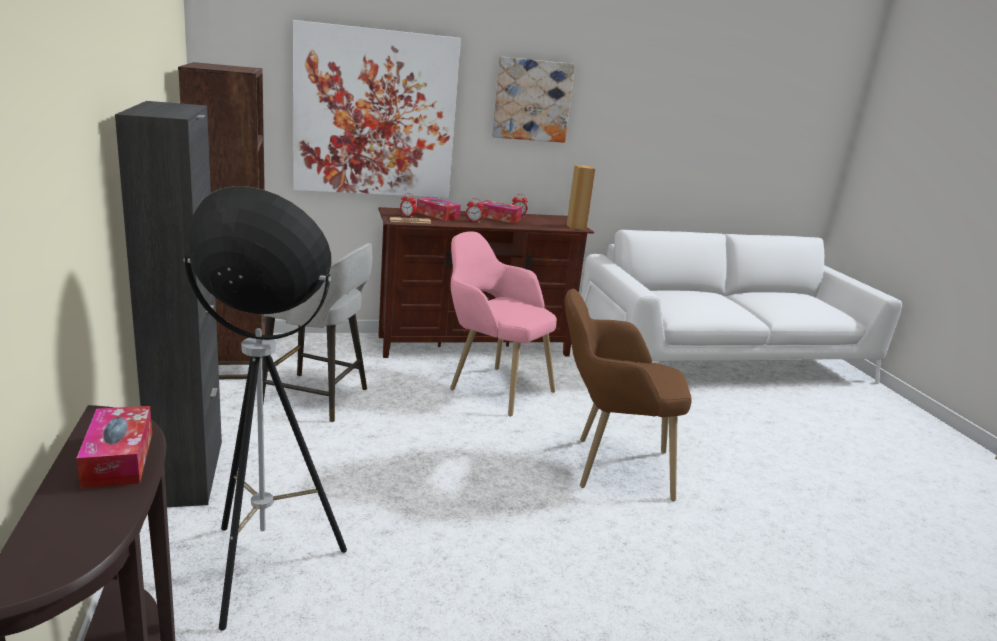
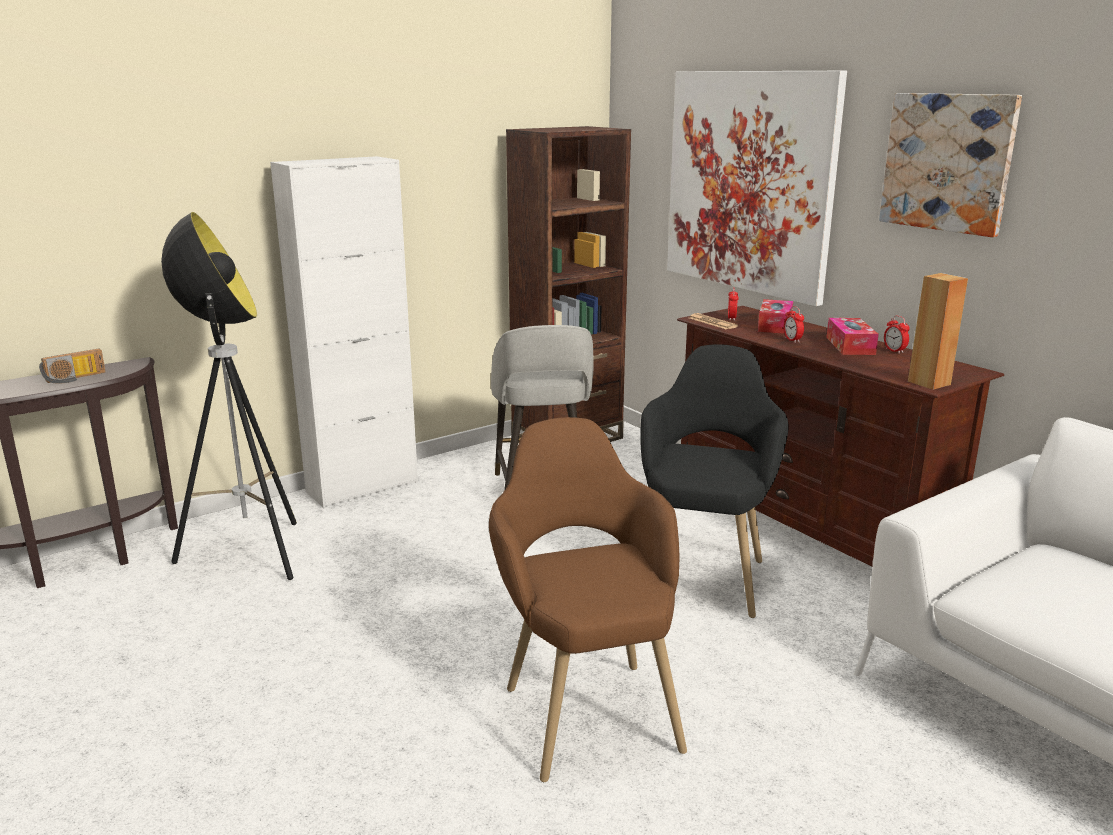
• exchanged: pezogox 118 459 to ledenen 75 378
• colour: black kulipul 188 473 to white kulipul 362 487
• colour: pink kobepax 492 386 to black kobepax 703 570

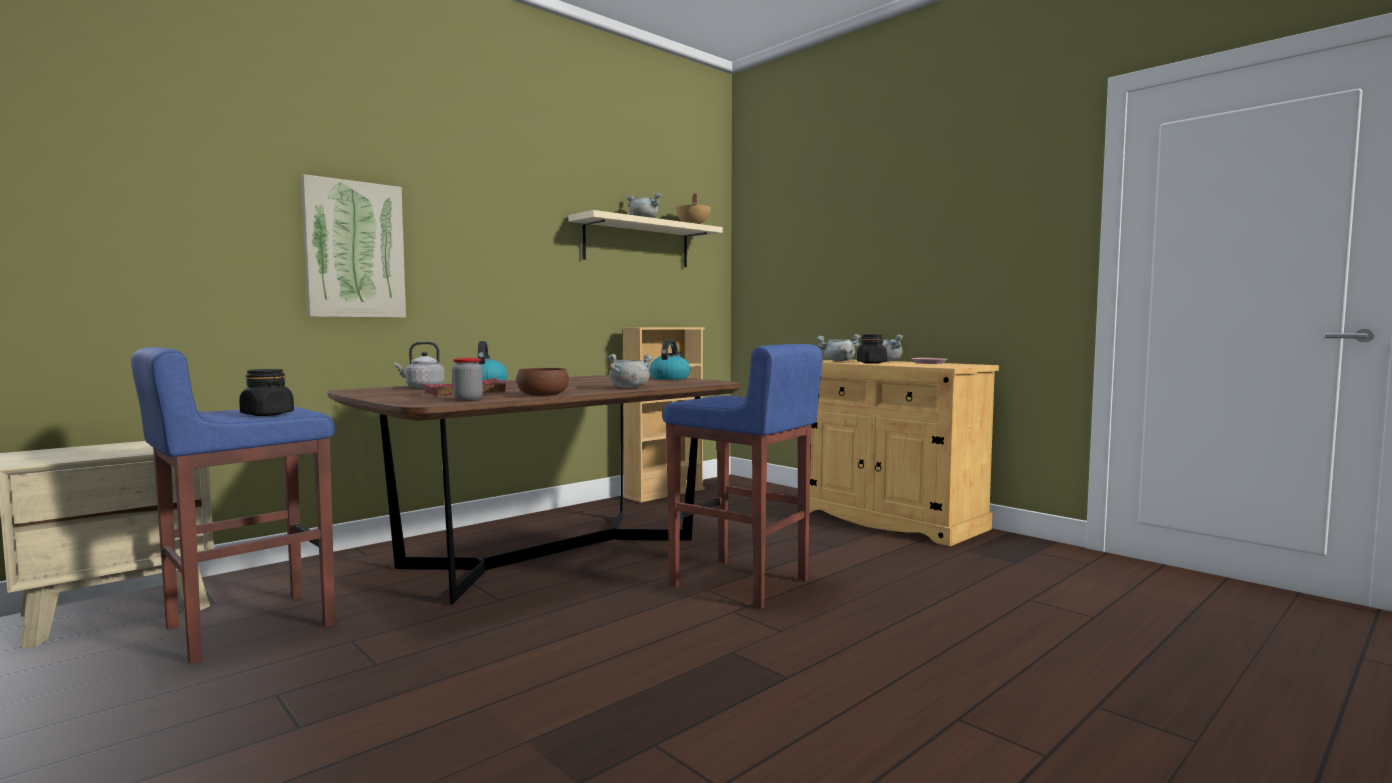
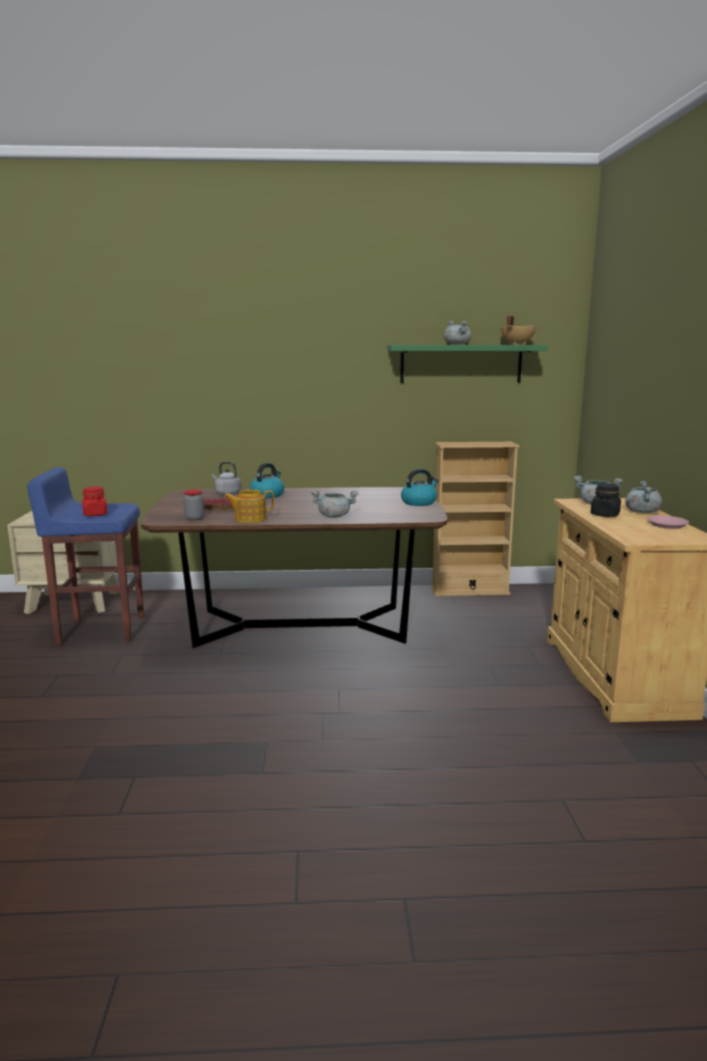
• colour: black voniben 267 414 to red voniben 95 514
• missing: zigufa 354 250
• exchanged: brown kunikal 543 394 to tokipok 250 519
• colour: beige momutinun 637 243 to green momutinun 461 363
• missing: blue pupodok 740 583

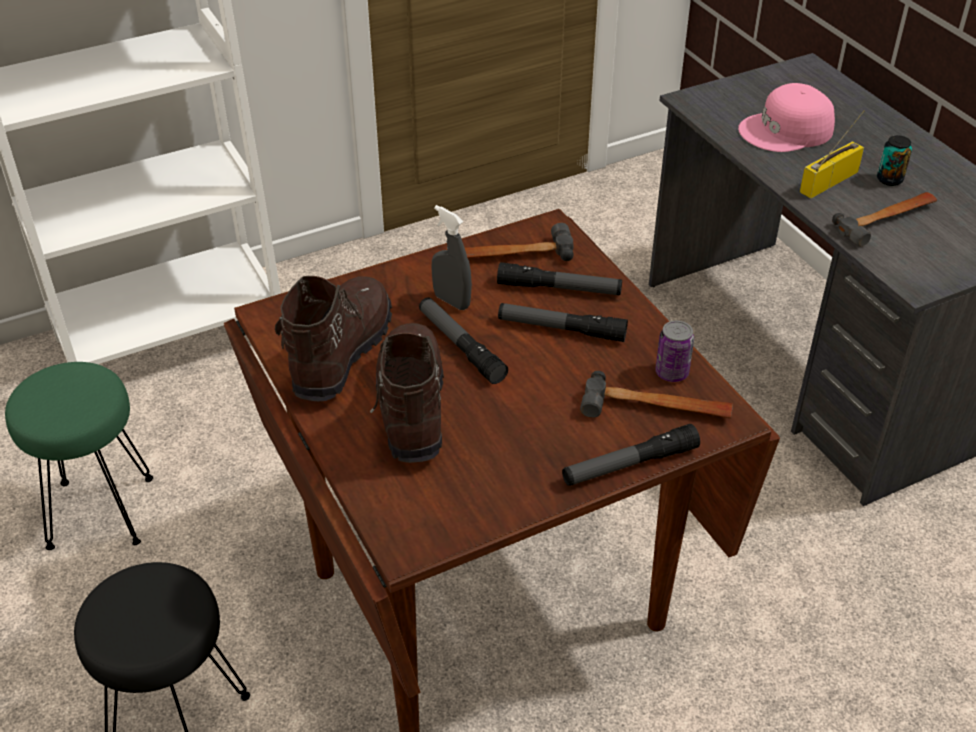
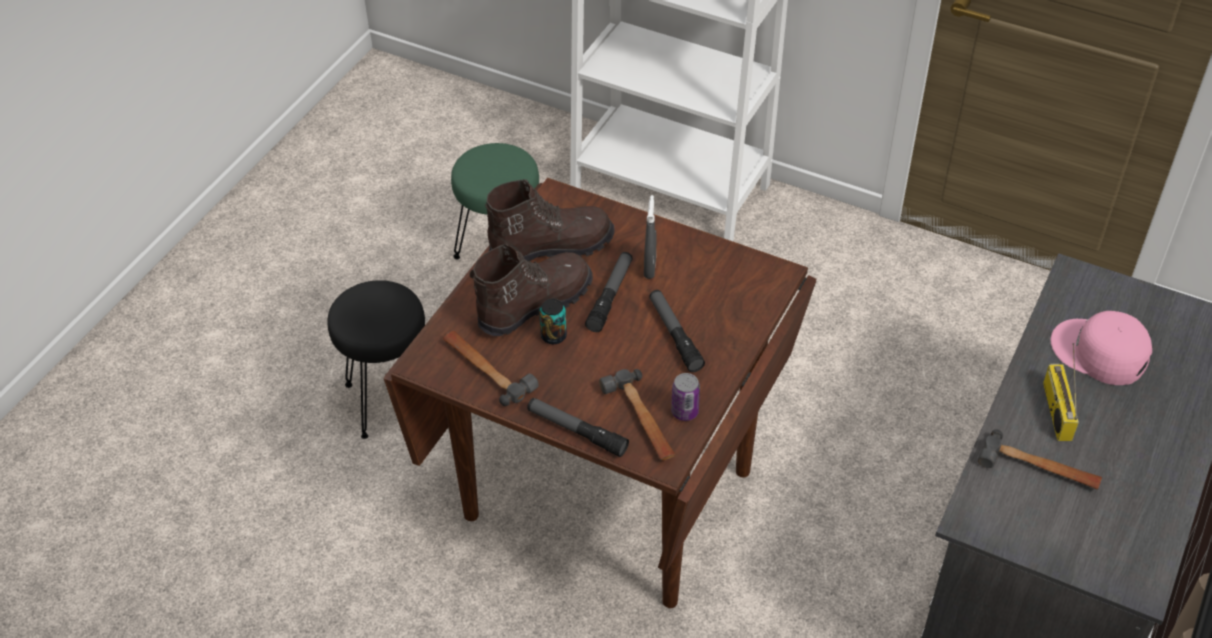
• relocated: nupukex 509 255 to 486 369
• missing: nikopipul 559 288
• spun: ledenen 829 181 = 1055 410 105 degrees counterclockwise
• relocated: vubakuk 889 179 to 553 336

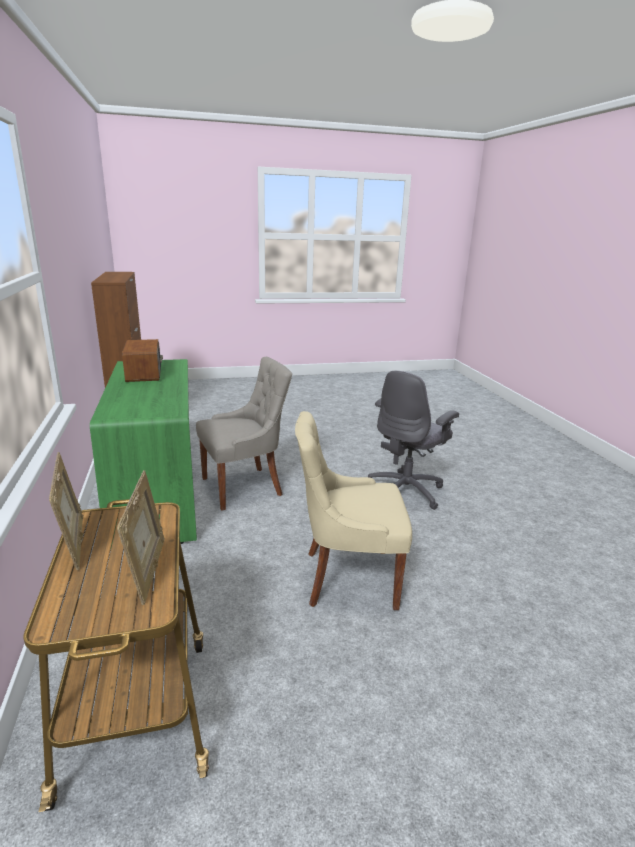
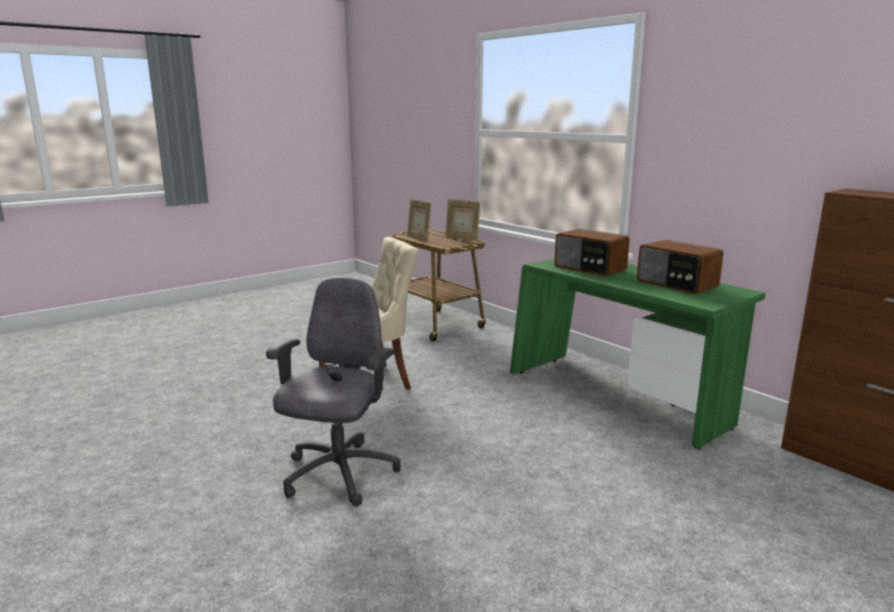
• missing: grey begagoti 244 487
• appeared: ledenen 589 268

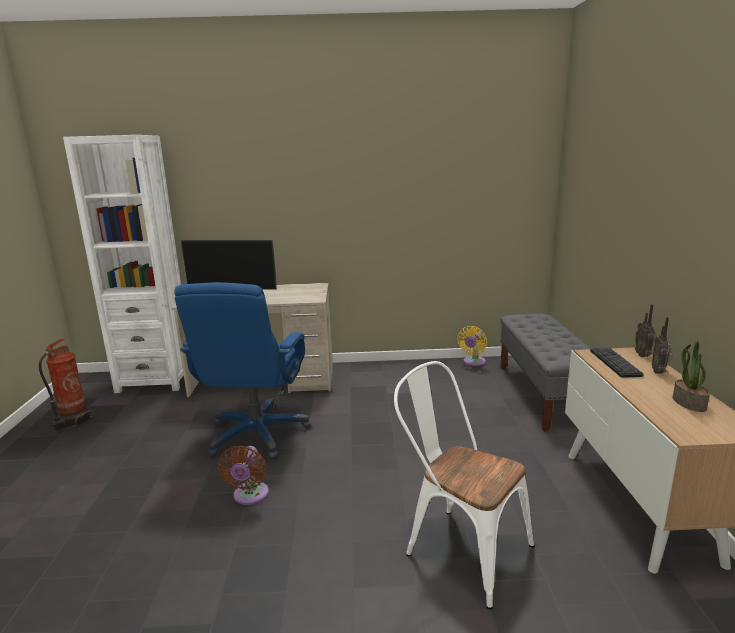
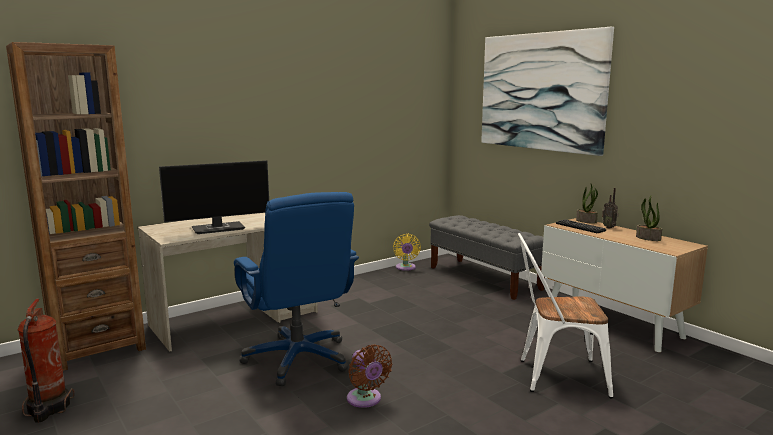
• colour: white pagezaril 155 380 to brown pagezaril 97 347
• exchanged: ledenen 643 355 to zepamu 586 221
• appeared: zigufa 541 91

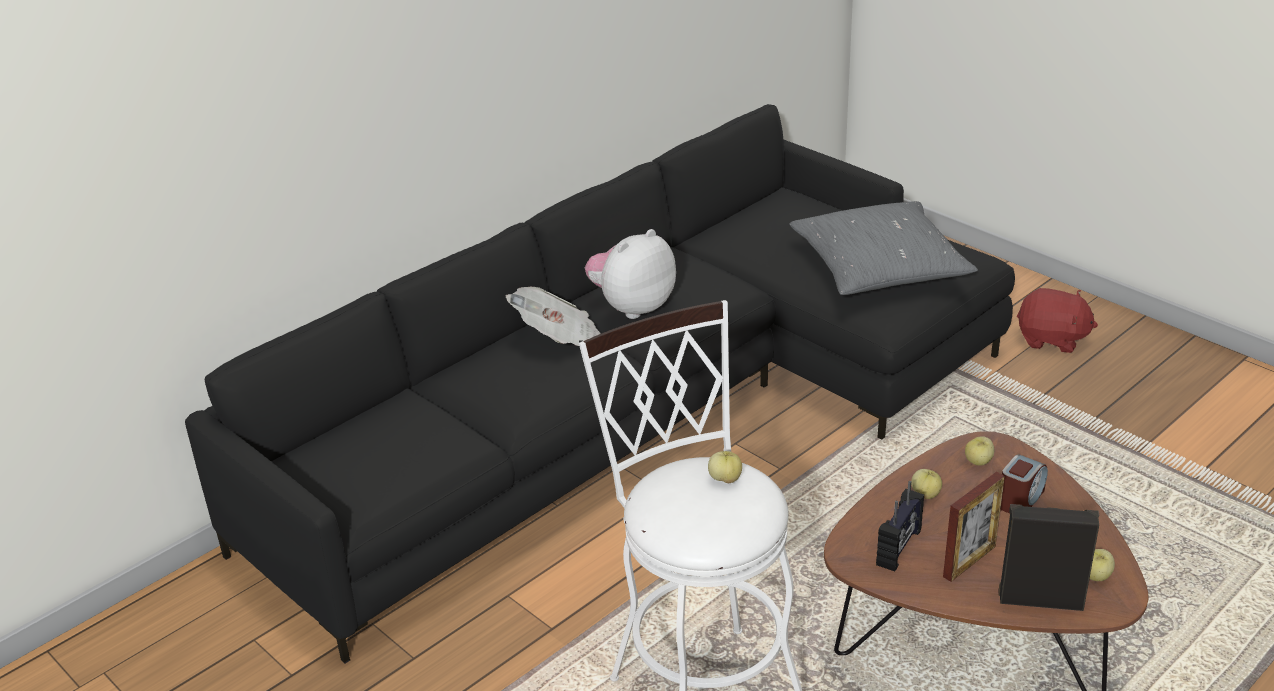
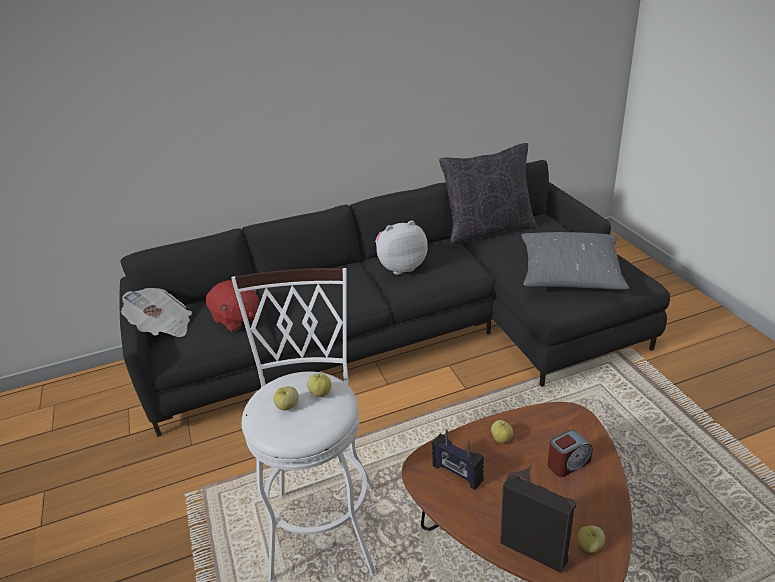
• relocated: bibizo 560 339 to 162 326
• spun: ledenen 899 548 = 457 473 75 degrees clockwise
• missing: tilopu 969 561
• relocated: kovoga 978 462 to 287 406
• relocated: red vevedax 1052 339 to 236 319
• appeared: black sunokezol 488 230

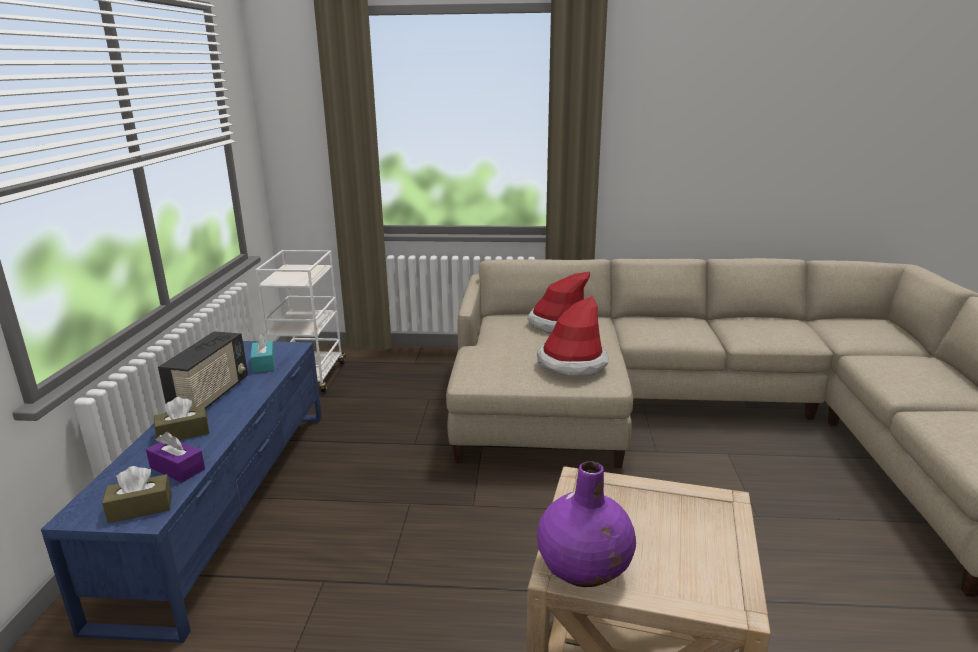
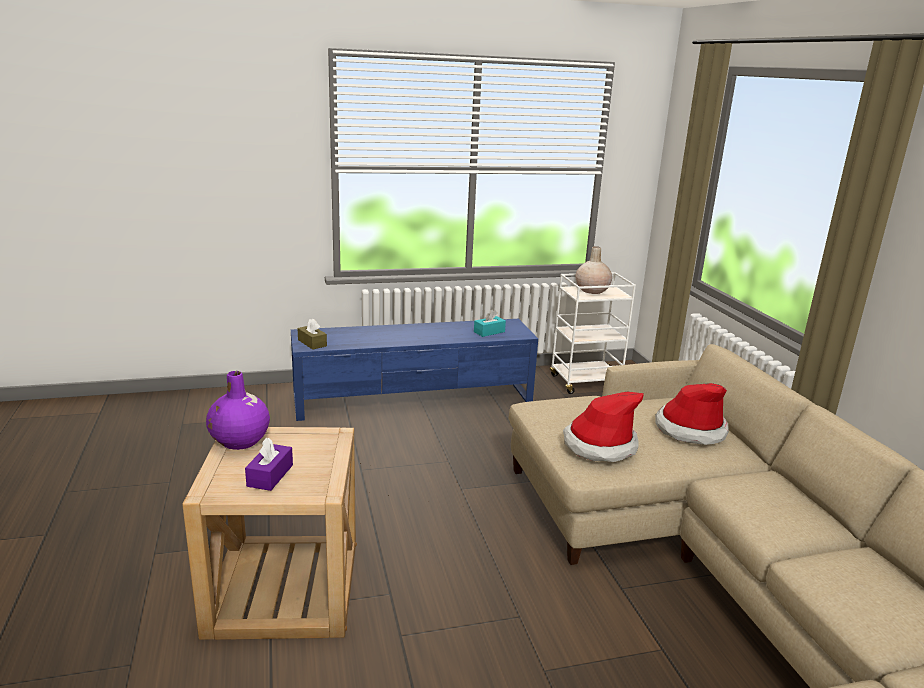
• relocated: purple pezogox 177 468 to 270 475
• missing: brown pezogox 183 433
• missing: ledenen 211 396
• appeared: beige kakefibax 591 290

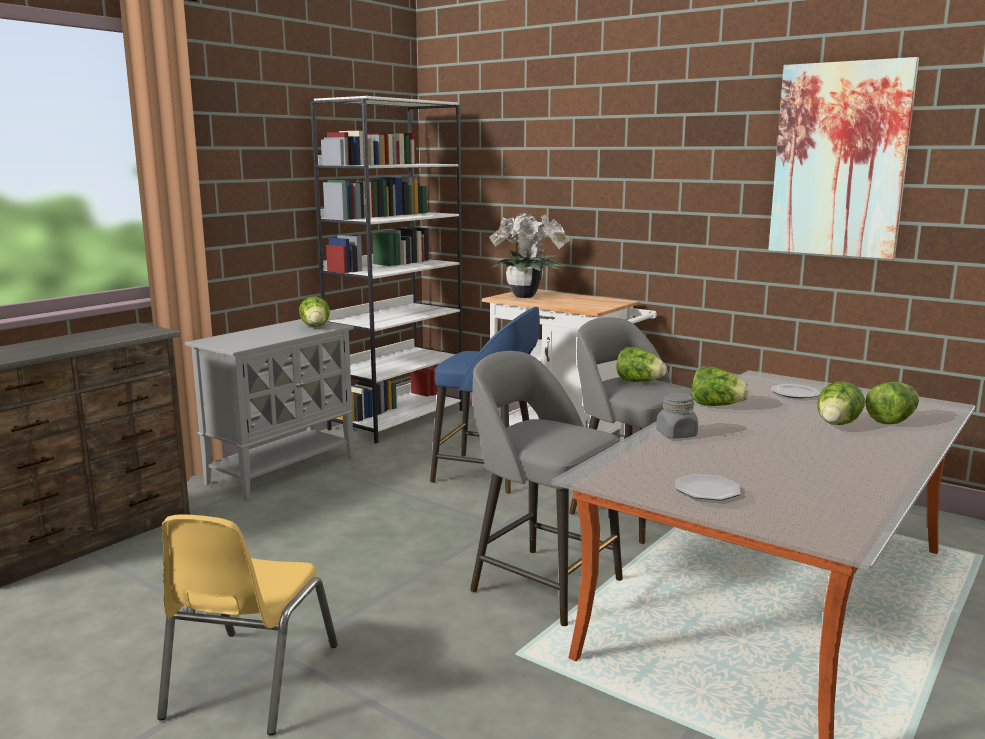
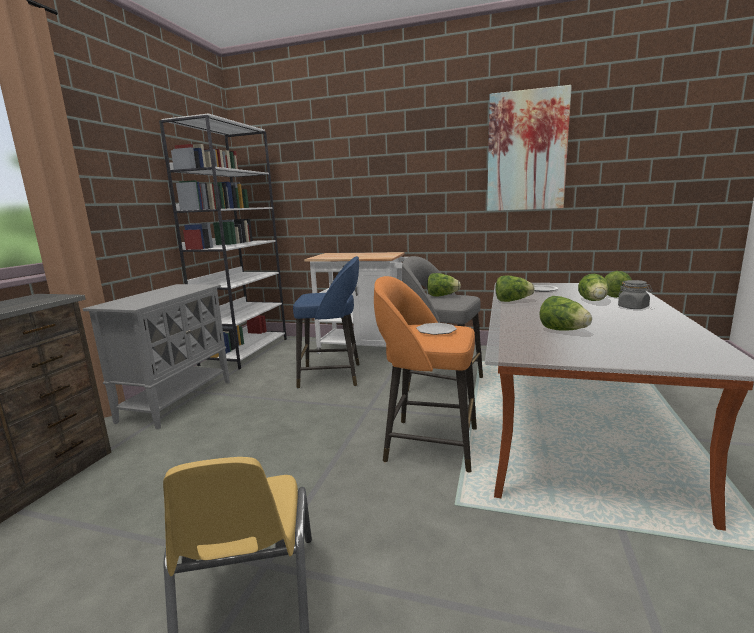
• relocated: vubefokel 316 327 to 563 330
• colour: grey pupodok 542 584 to orange pupodok 428 444
• missing: zepamu 527 296
• relocated: grey voniben 676 434 to 633 307
• relocated: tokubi 707 490 to 436 330

